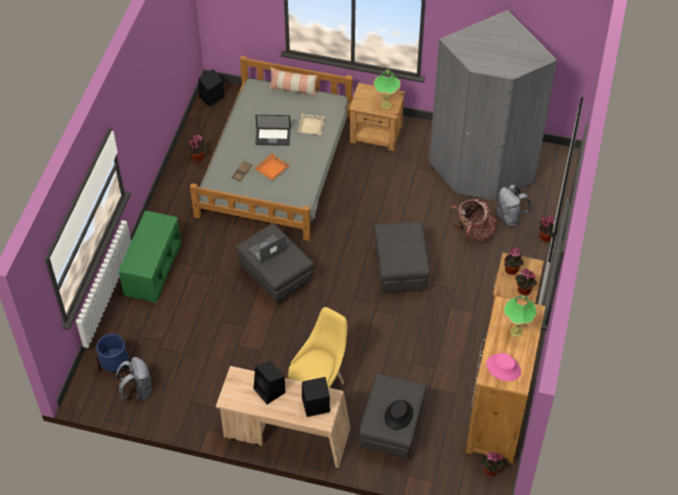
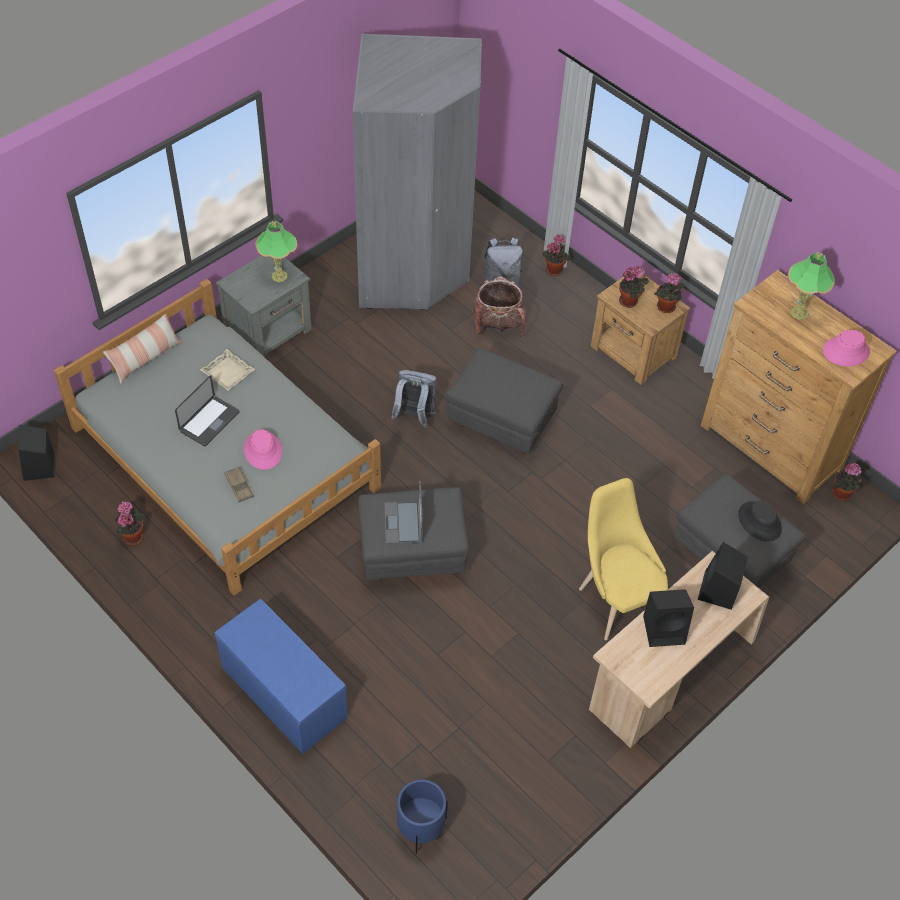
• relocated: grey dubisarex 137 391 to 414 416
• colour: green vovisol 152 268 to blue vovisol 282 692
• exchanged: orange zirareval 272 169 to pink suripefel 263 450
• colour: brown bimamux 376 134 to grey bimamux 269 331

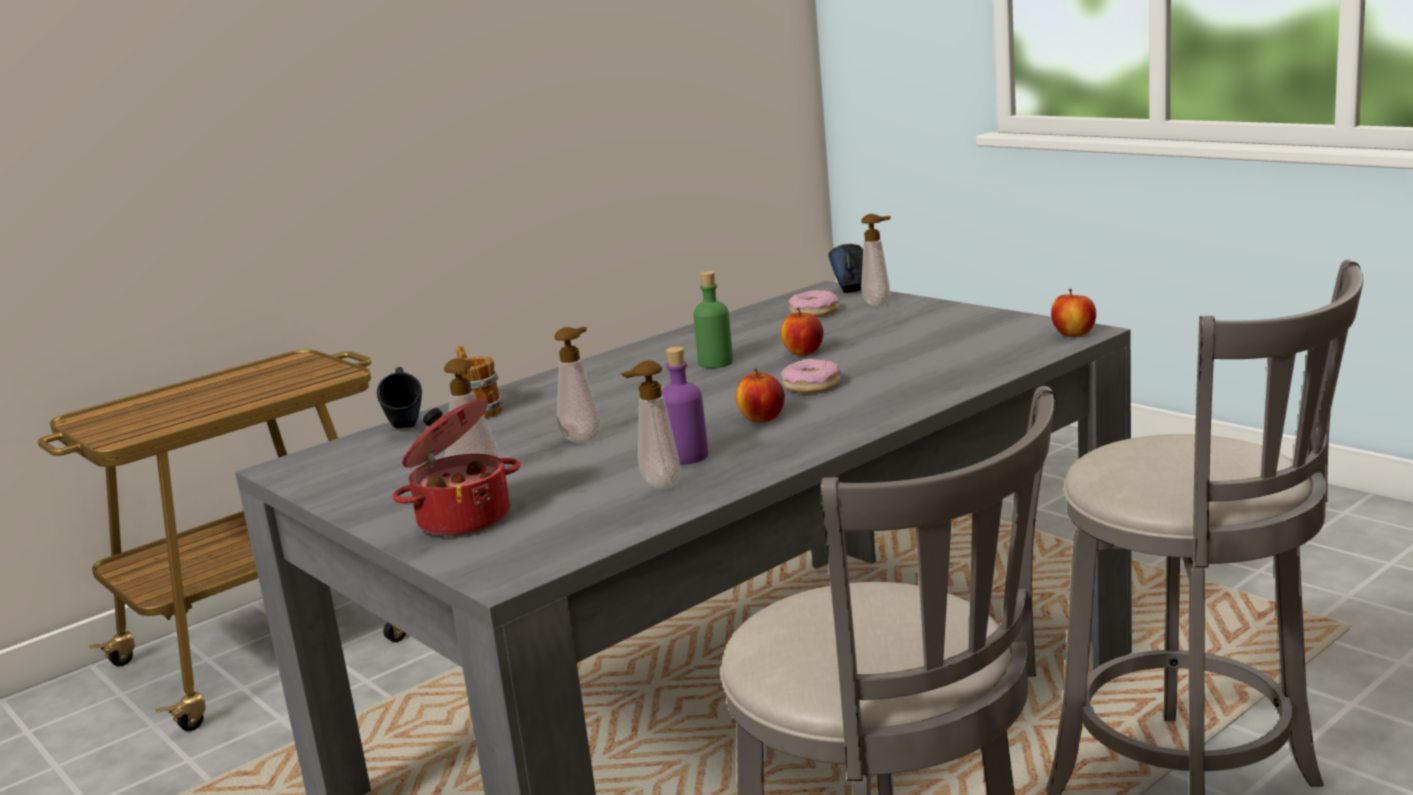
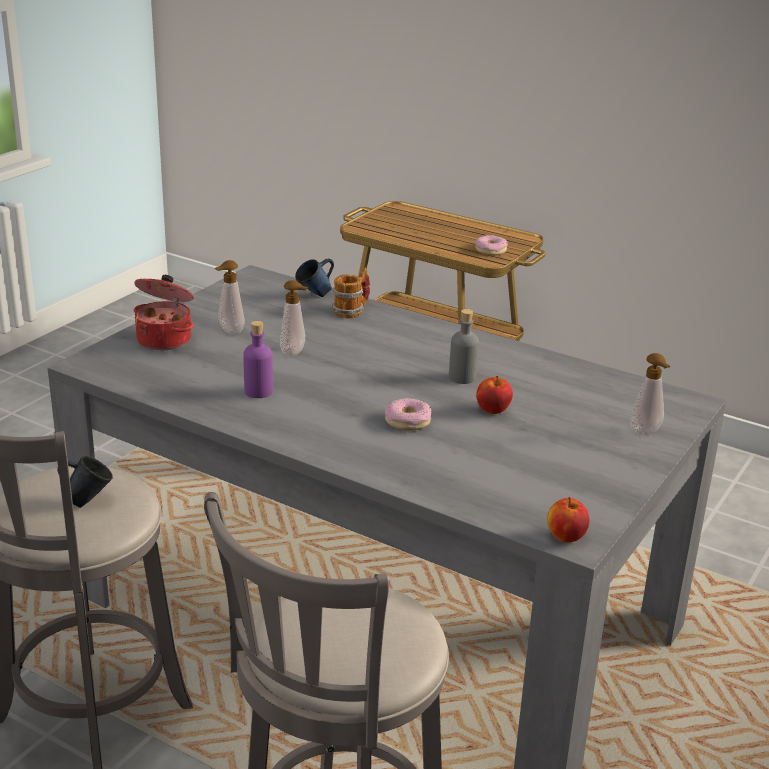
• missing: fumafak 657 486
• colour: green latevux 716 363 to grey latevux 462 377
• missing: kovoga 762 419
• relocated: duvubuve 814 312 to 490 250
• relocated: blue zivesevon 849 290 to 88 502

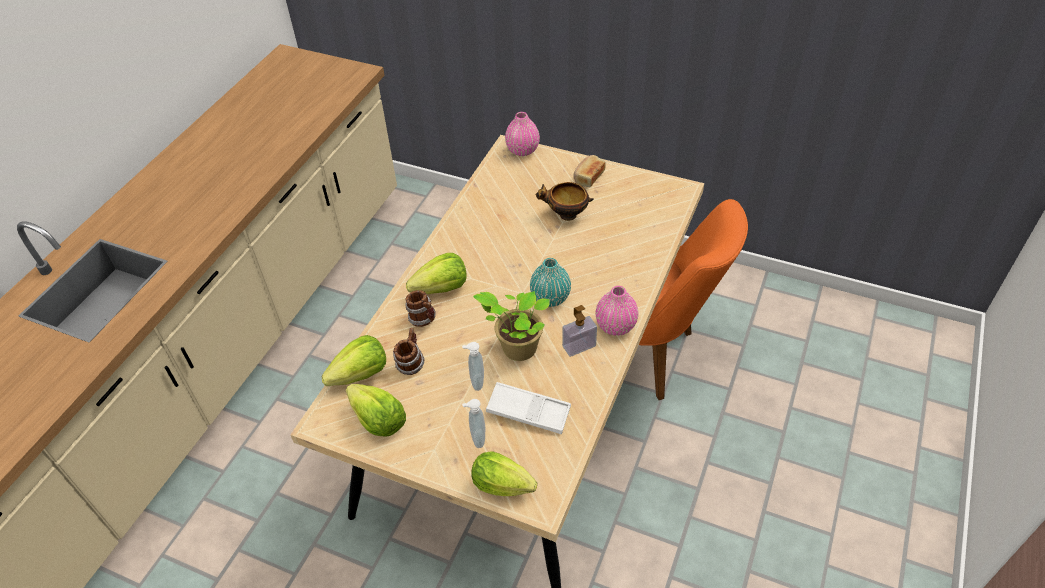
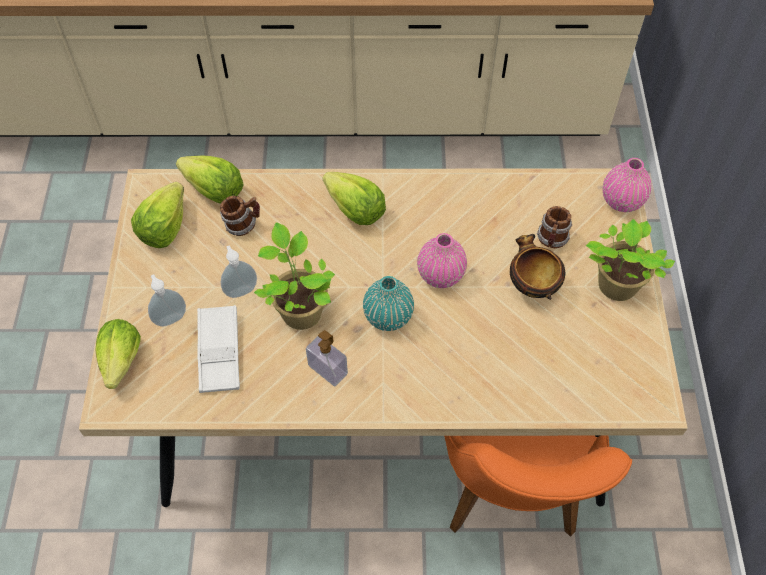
• relocated: zivesevon 423 319 to 552 240
• exchanged: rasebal 588 177 to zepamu 615 287
• relocated: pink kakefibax 615 326 to 440 275

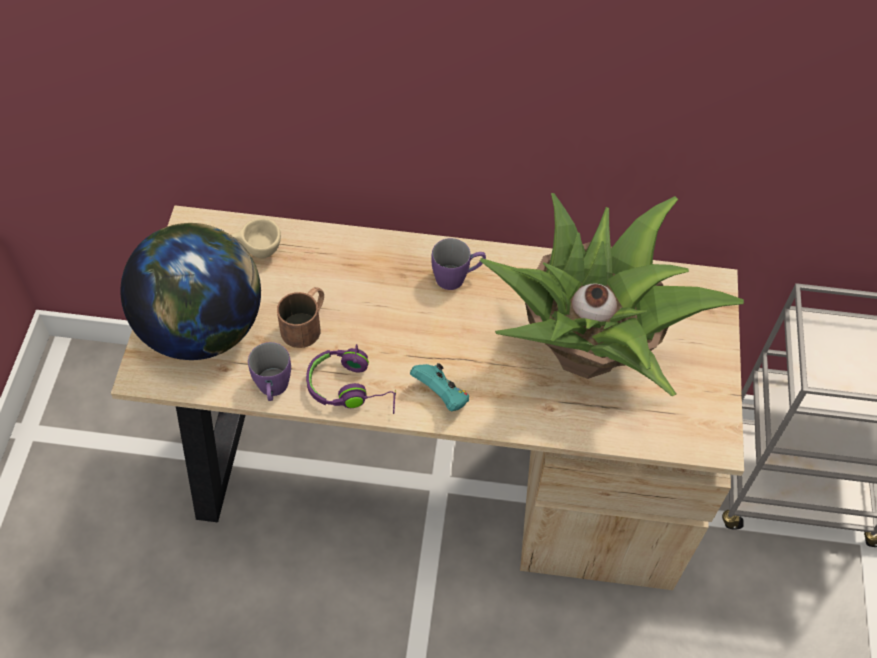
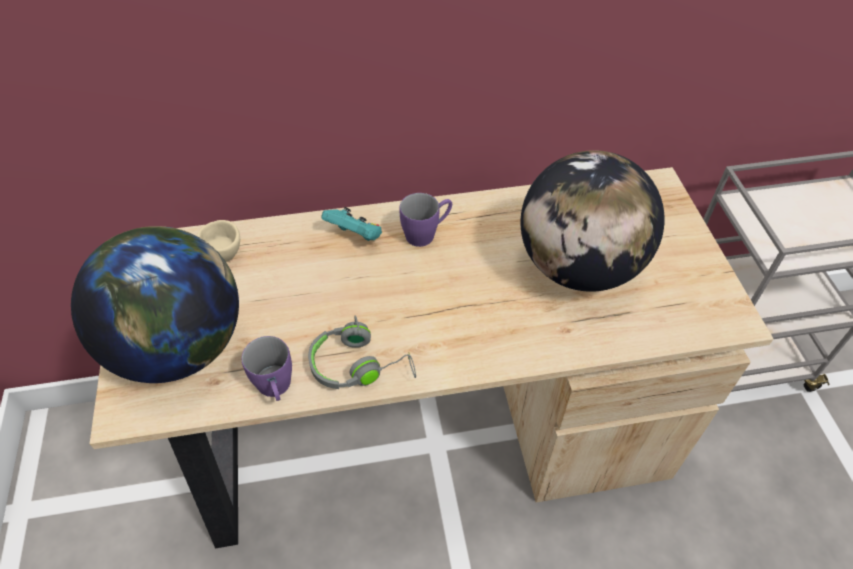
• missing: brown zivesevon 306 324
• colour: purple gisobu 351 388 to grey gisobu 360 365
• relocated: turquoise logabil 441 396 to 355 236
• exchanged: zepamu 589 350 to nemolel 578 267

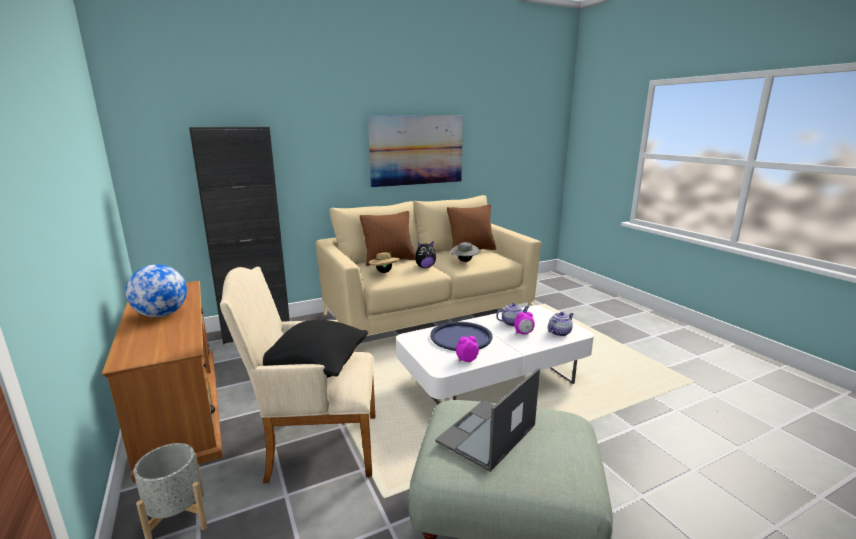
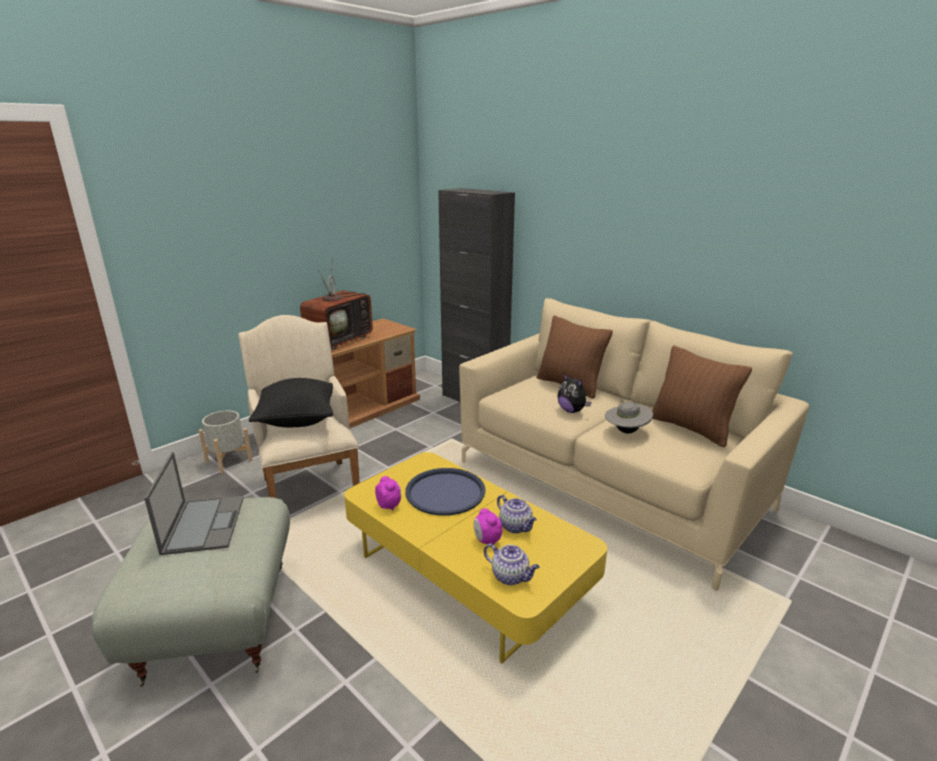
• exchanged: nemolel 161 315 to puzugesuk 339 340
• missing: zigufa 416 150
• missing: beige suripefel 384 272
• colour: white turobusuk 493 381 to yellow turobusuk 466 574
• spun: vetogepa 486 434 = 204 524 60 degrees clockwise

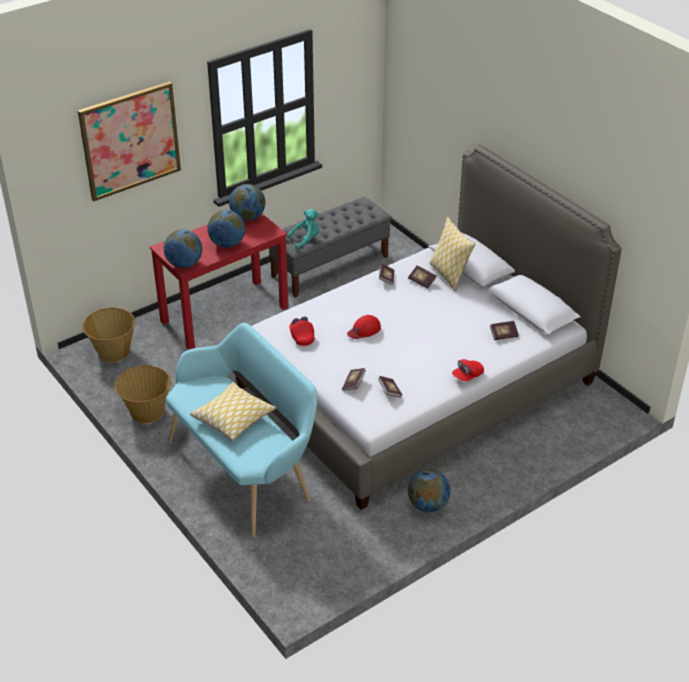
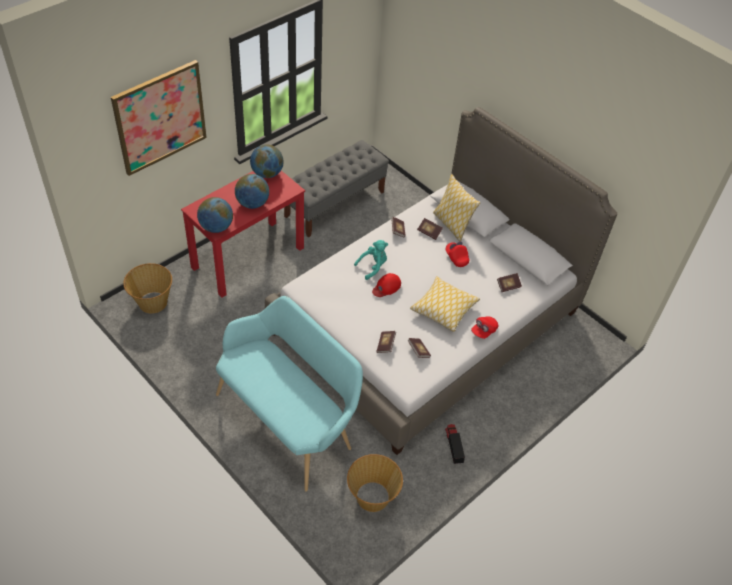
• relocated: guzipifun 147 412 to 372 497
• relocated: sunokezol 233 418 to 443 309
• relocated: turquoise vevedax 306 240 to 373 266
• relocated: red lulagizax 301 337 to 456 258
• exchanged: nemolel 428 505 to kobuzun 453 446

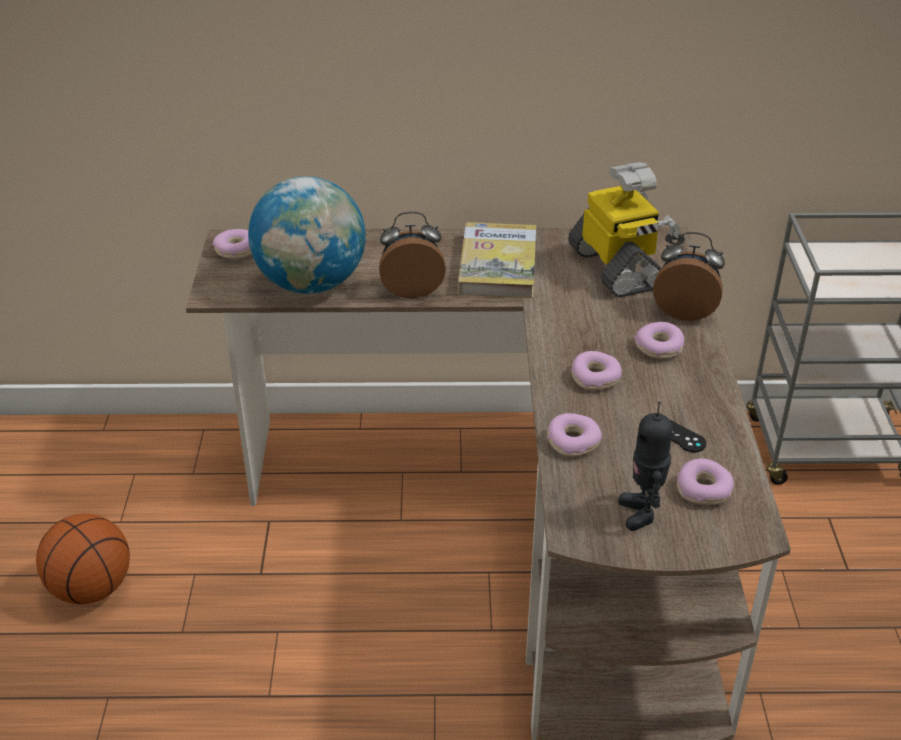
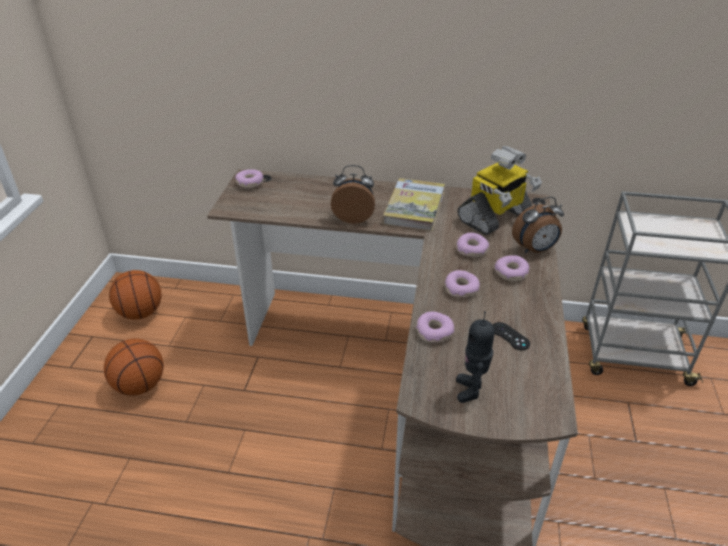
• missing: nemolel 311 284
• spun: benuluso 618 268 = 495 217 60 degrees clockwise
• spun: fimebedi 684 311 = 535 250 135 degrees clockwise
• relocated: duvubuve 703 489 to 472 250
• appeared: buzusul 140 313

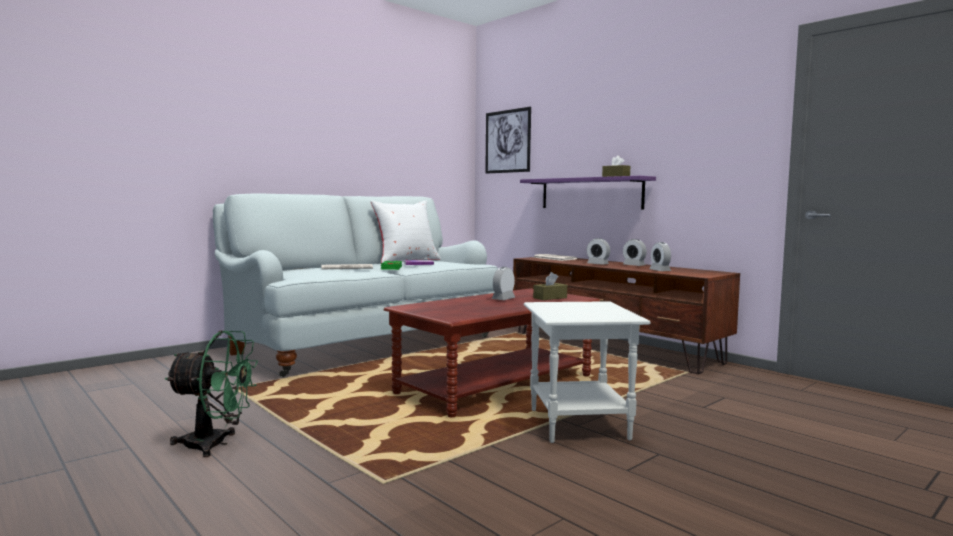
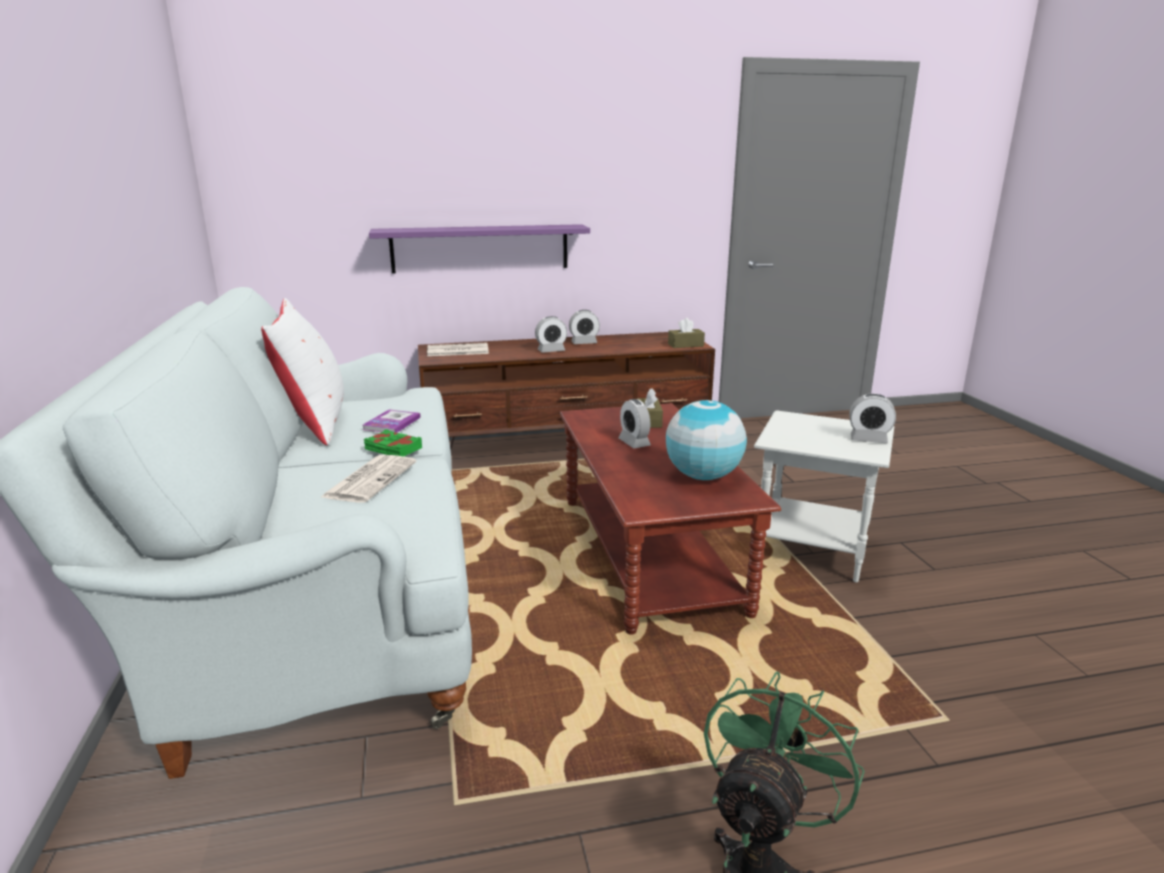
• missing: zigufa 507 141
• relocated: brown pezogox 616 176 to 685 345
• relocated: fimebedi 660 271 to 868 439
• appeared: nemolel 703 476

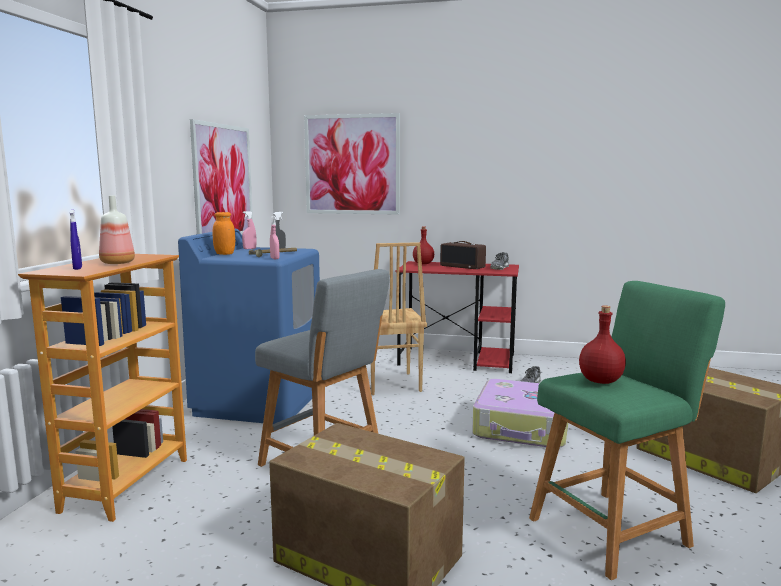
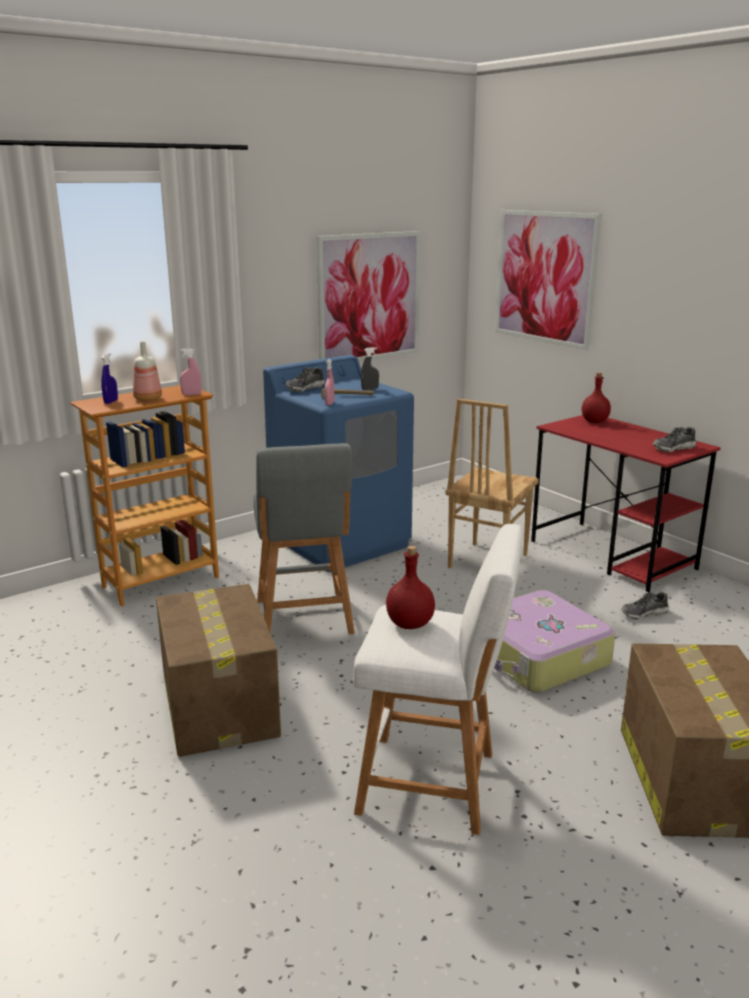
• exchanged: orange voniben 224 254 to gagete 305 388
• relocated: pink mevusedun 249 249 to 191 394
• missing: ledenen 463 266
• colour: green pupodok 614 530 to white pupodok 435 784

